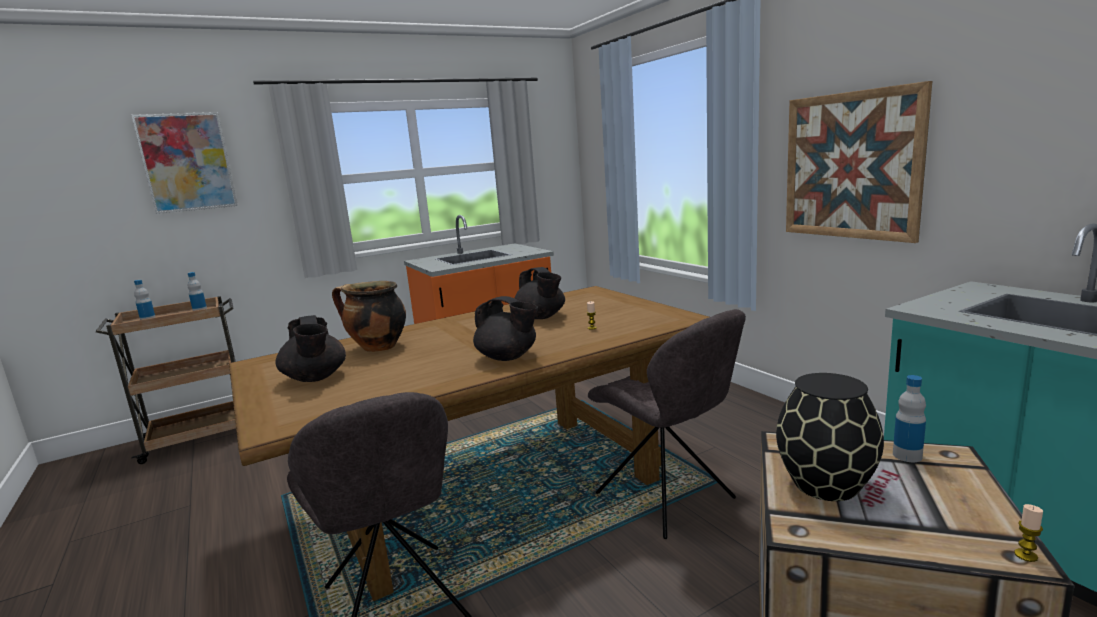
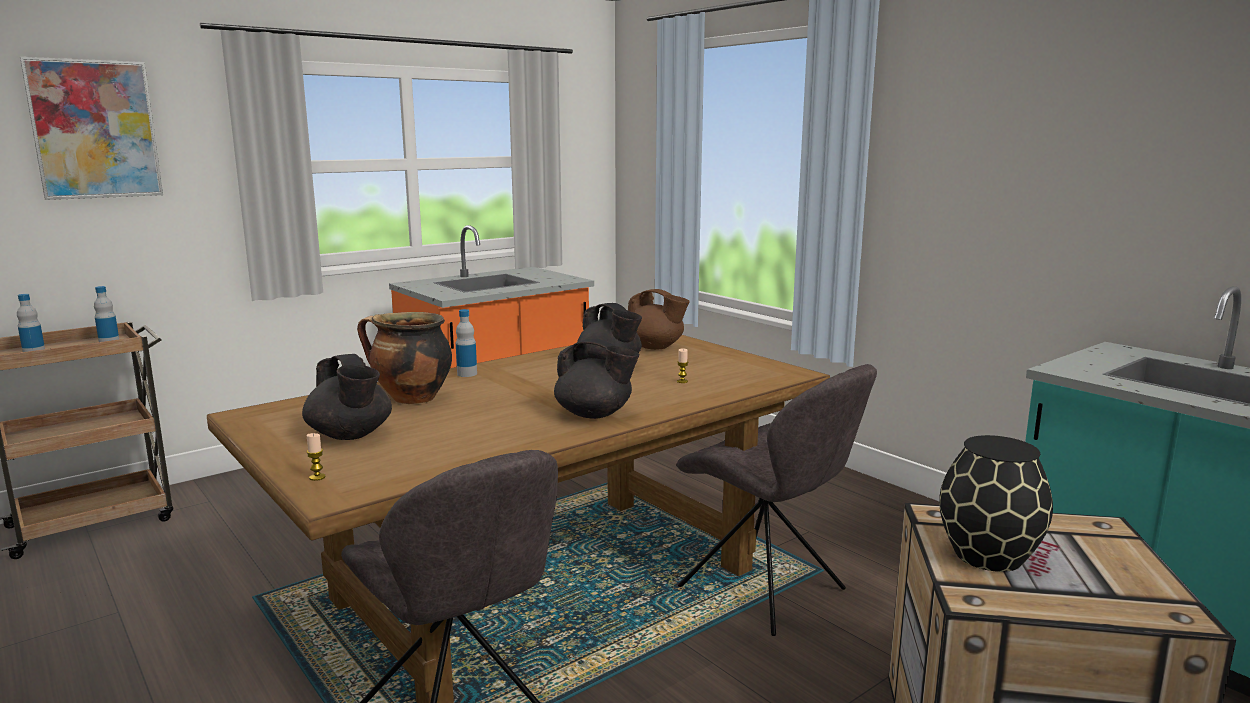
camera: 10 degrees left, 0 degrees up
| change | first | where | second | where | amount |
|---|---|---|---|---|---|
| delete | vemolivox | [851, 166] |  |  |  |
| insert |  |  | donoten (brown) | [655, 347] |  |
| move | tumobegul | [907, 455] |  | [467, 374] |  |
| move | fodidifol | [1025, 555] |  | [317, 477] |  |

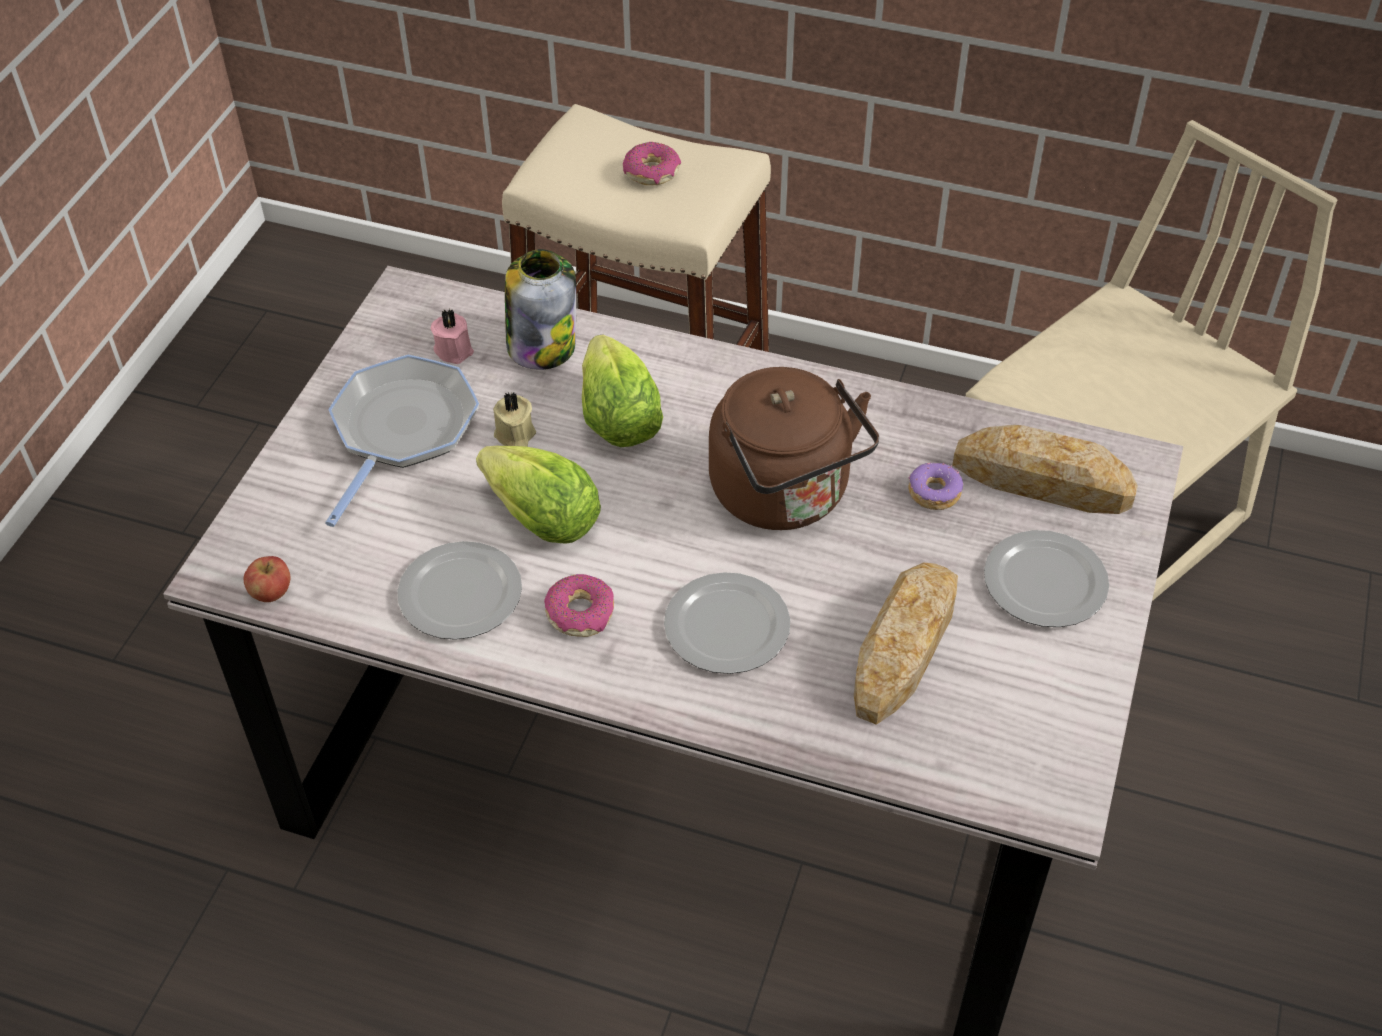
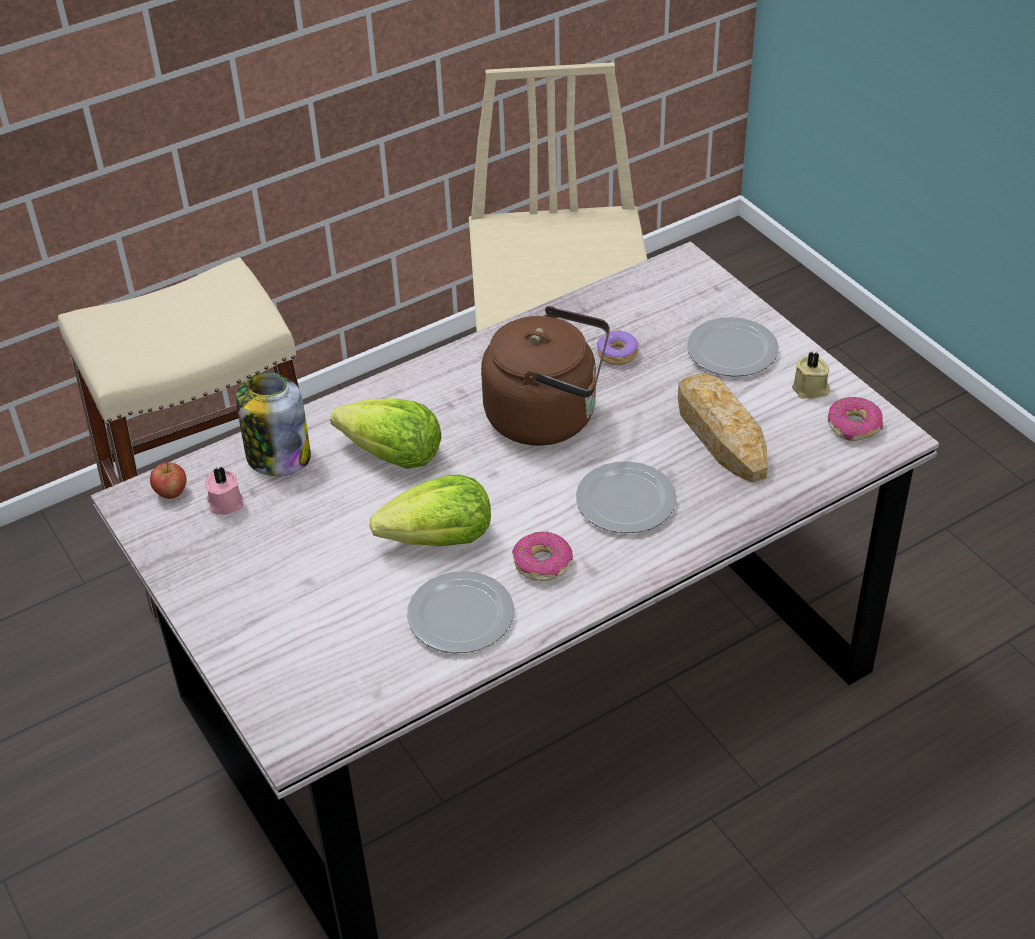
camera: 50 degrees left, 5 degrees down
| change | first | where | second | where | amount |
|---|---|---|---|---|---|
| delete | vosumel | [401, 430] |  |  |  |
| delete | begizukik | [1042, 480] |  |  |  |
| move | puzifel | [271, 593] |  | [171, 492] |  |
| move | fodidifol (beige) | [514, 436] |  | [811, 389] |  |
| move | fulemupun | [652, 172] |  | [854, 426] |  |

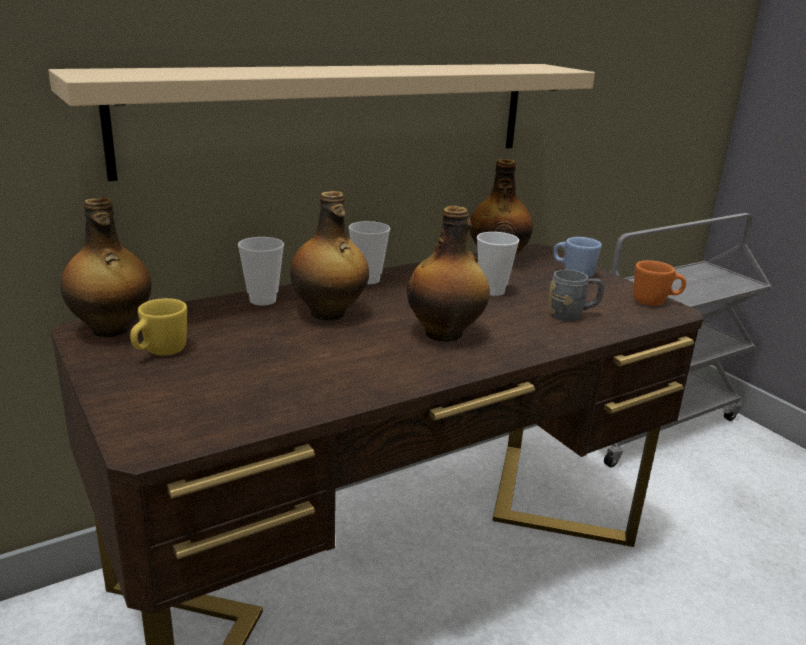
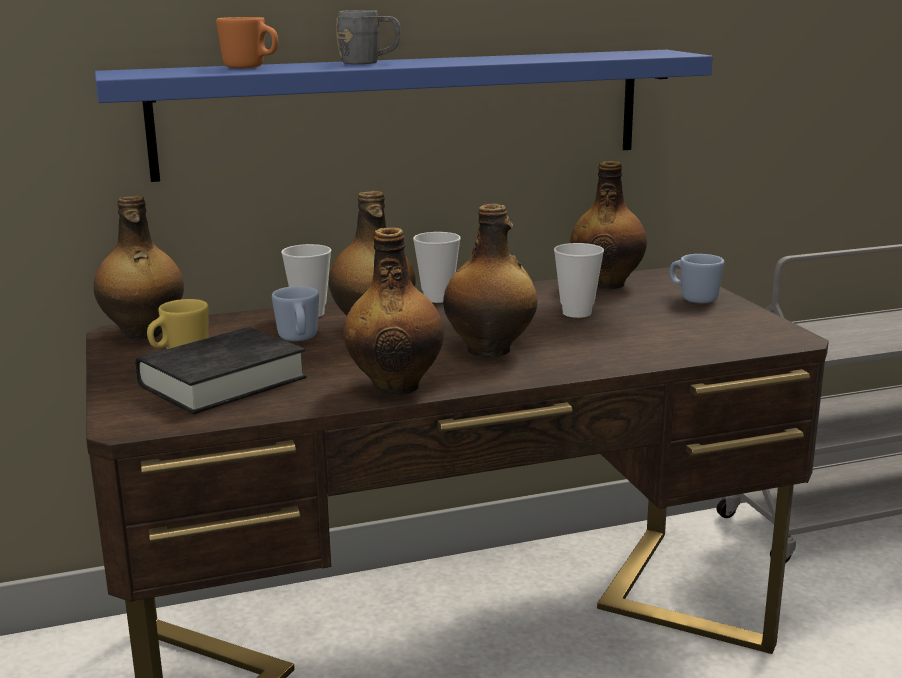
camera: 15 degrees right, 5 degrees down
| change | first | where | second | where | amount |
|---|---|---|---|---|---|
| insert |  |  | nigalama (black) | [222, 381] |  |
| insert |  |  | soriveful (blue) | [299, 339] |  |
| insert |  |  | tumobegul | [396, 386] |  |
| move | soriveful (grey) | [572, 315] |  | [369, 62] |  |
| move | soriveful (orange) | [655, 302] |  | [251, 67] |  |
| recolor | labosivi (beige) | [339, 114] | labosivi (blue) | [405, 112] |  |

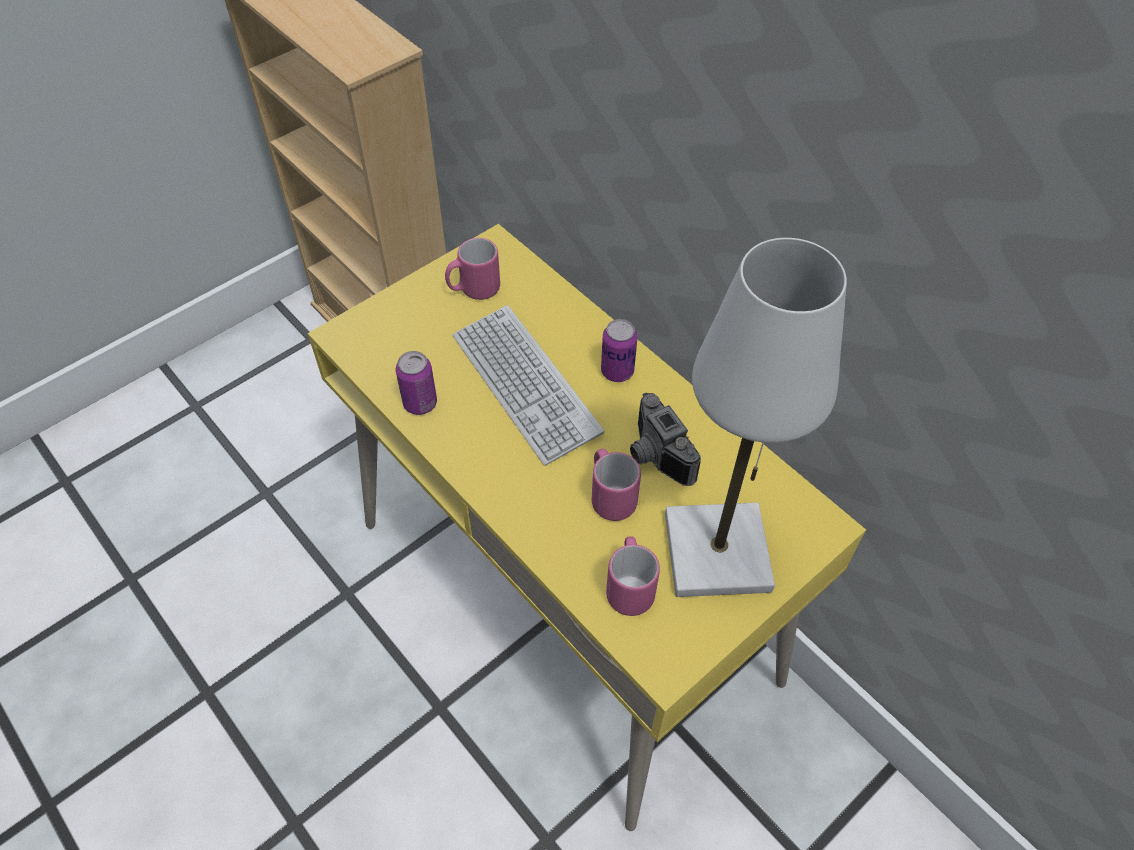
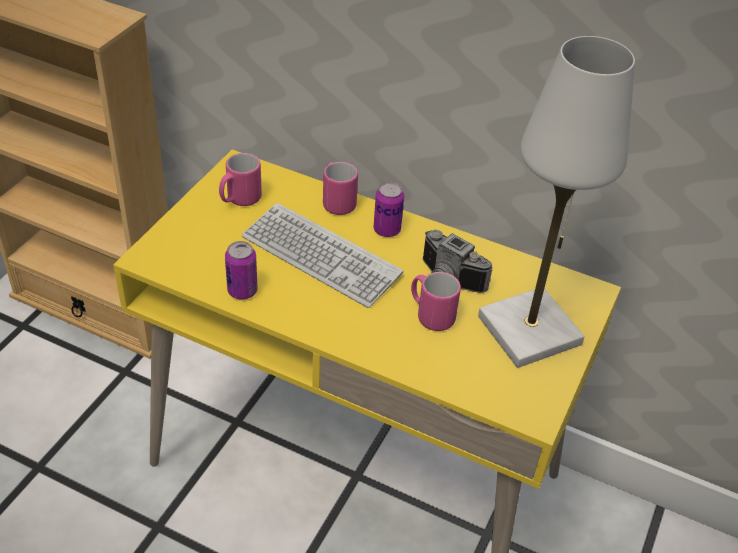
camera: 25 degrees left, 10 degrees down
| change | first | where | second | where | amount |
|---|---|---|---|---|---|
| move | soriveful (pink) | [629, 586] |  | [336, 202] |  |

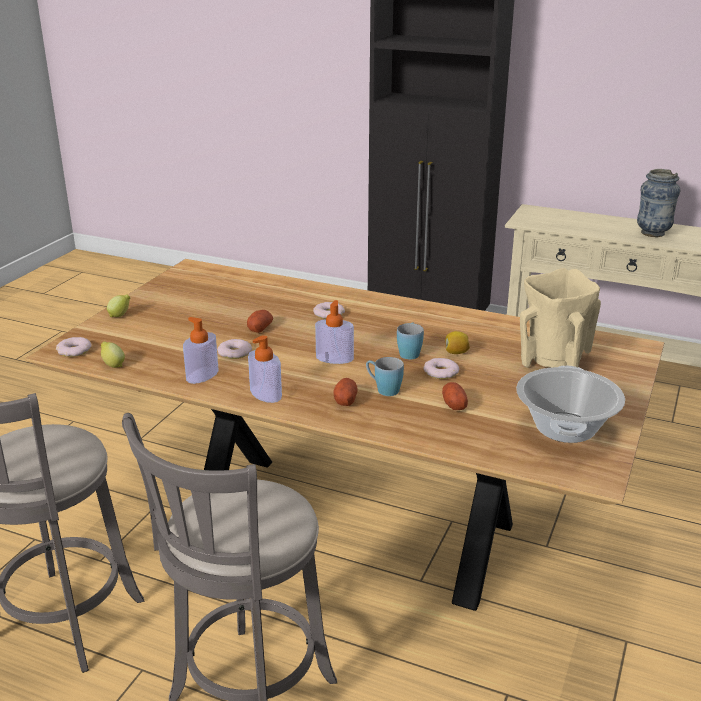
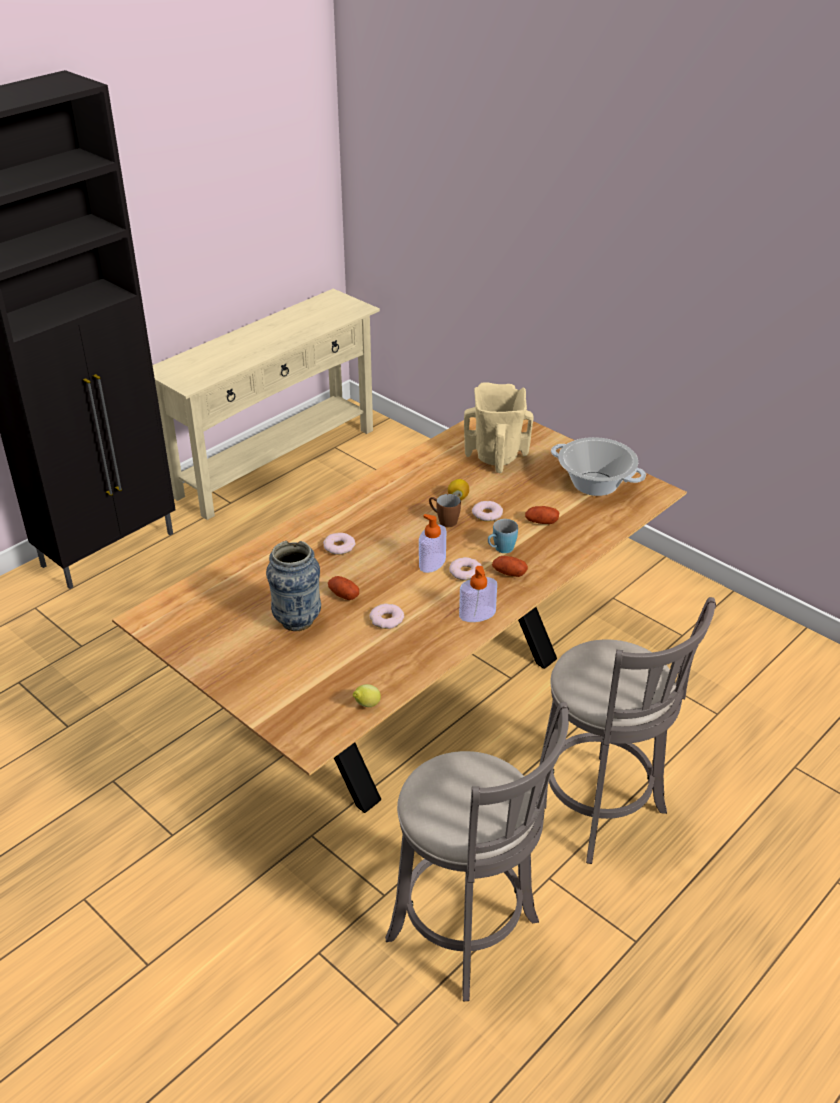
camera: 70 degrees left, 10 degrees up
| change | first | where | second | where | amount |
|---|---|---|---|---|---|
| delete | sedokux | [120, 315] |  |  |  |
| delete | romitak | [202, 375] |  |  |  |
| move | fulemupun | [74, 350] |  | [465, 572] |  |
| move | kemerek | [653, 233] |  | [297, 621] |  |
| recolor | soriveful (blue) | [409, 352] | soriveful (brown) | [443, 520] |  |

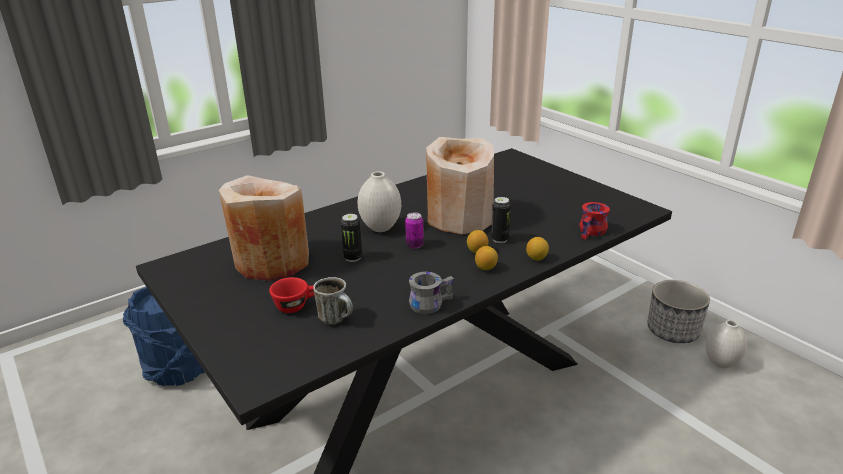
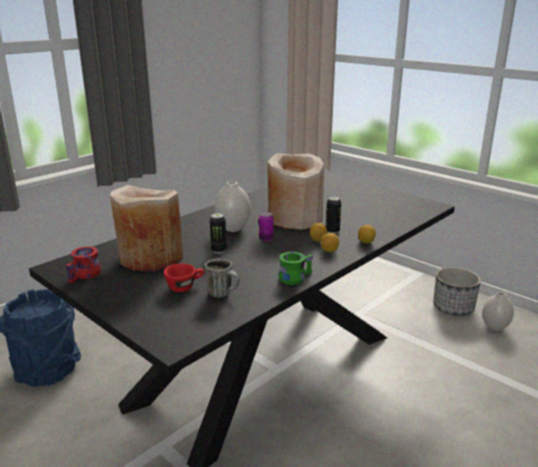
camera: 10 degrees left, 5 degrees down
| change | first | where | second | where | amount |
|---|---|---|---|---|---|
| move | soriveful (red) | [593, 232] |  | [86, 275] |  |
| recolor | soriveful (grey) | [429, 302] | soriveful (green) | [294, 277] |  |

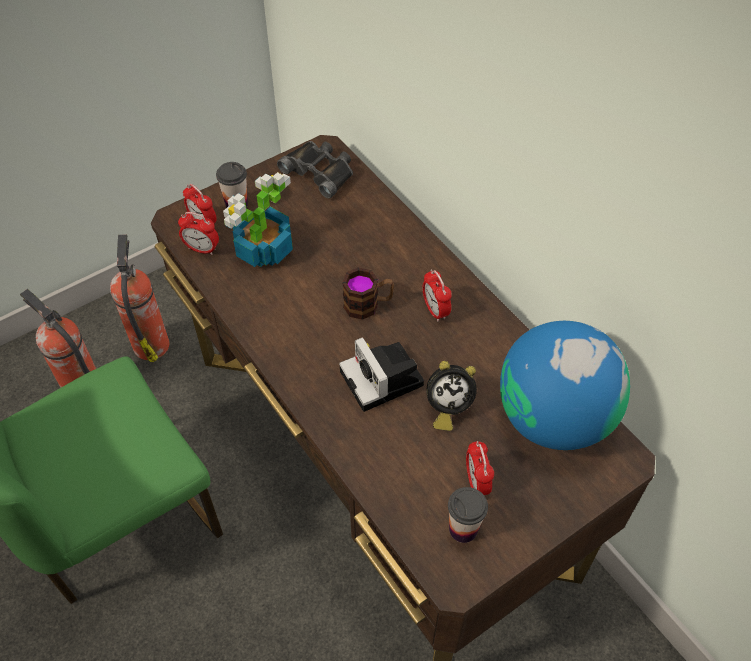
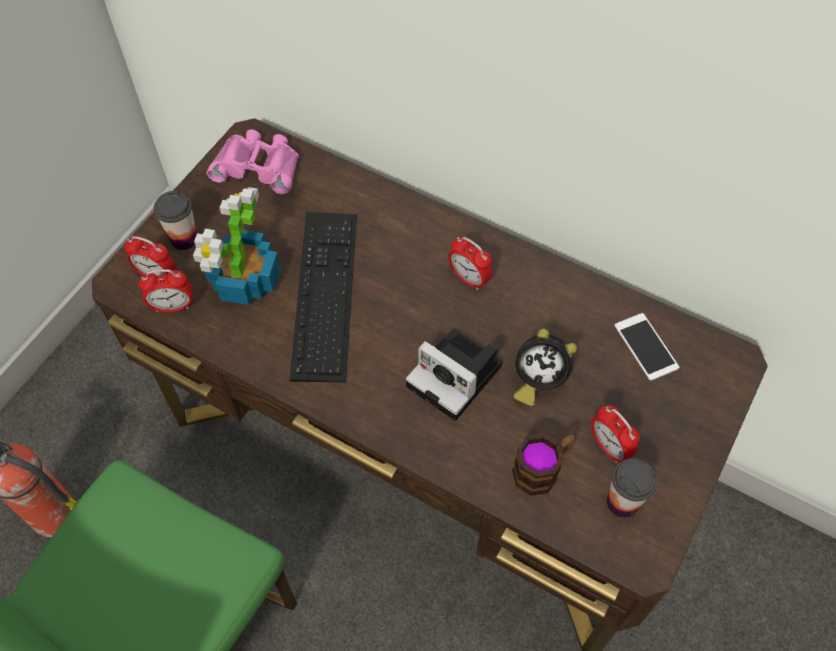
camera: 25 degrees left, 5 degrees up
| change | first | where | second | where | amount |
|---|---|---|---|---|---|
| delete | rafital | [151, 343] |  |  |  |
| insert |  |  | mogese | [325, 293] |  |
| move | soriveful | [368, 305] |  | [543, 469] |  |
| replace | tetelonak | [553, 417] | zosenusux | [646, 346] |  |
| recolor | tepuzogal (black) | [320, 171] | tepuzogal (pink) | [258, 166] |  |
| rotate | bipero | [447, 407] |  | [537, 380] | 45 degrees clockwise |

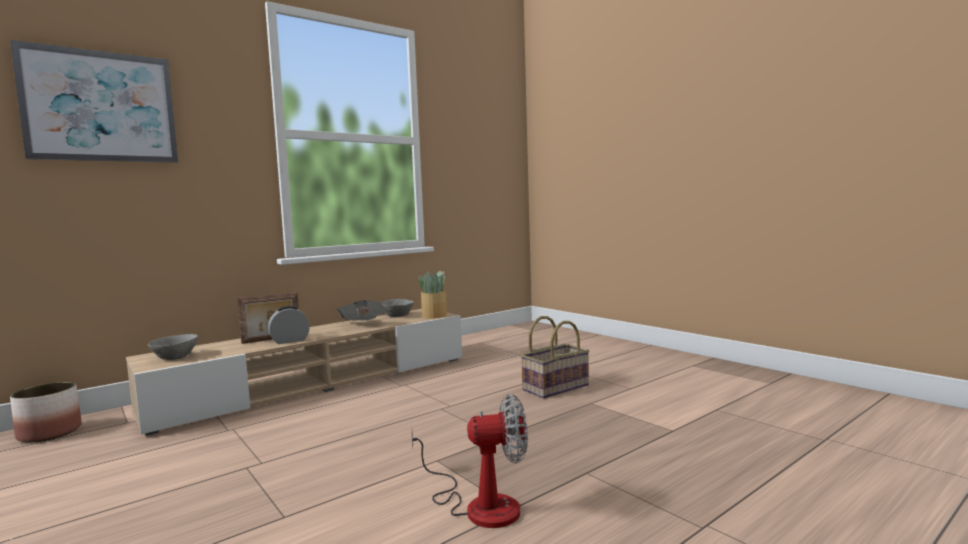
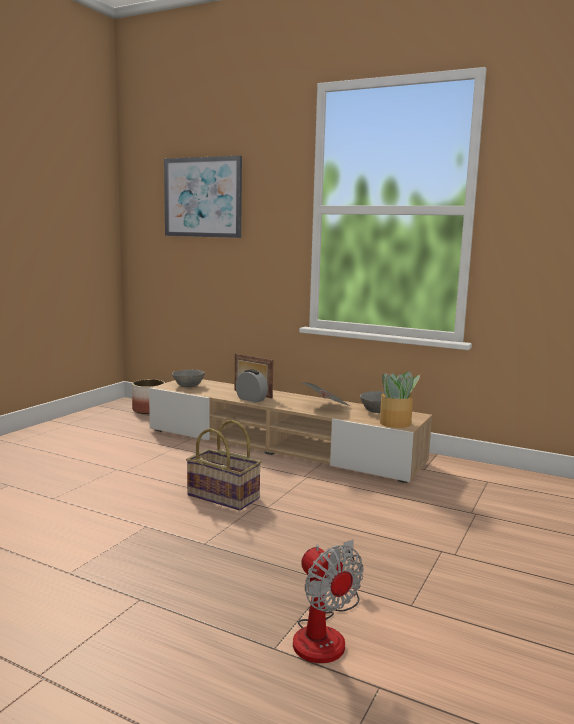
camera: 65 degrees right, 5 degrees up
| change | first | where | second | where | amount |
|---|---|---|---|---|---|
| move | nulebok | [479, 504] |  | [325, 633] |  |
| move | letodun | [555, 387] |  | [224, 496] |  |

